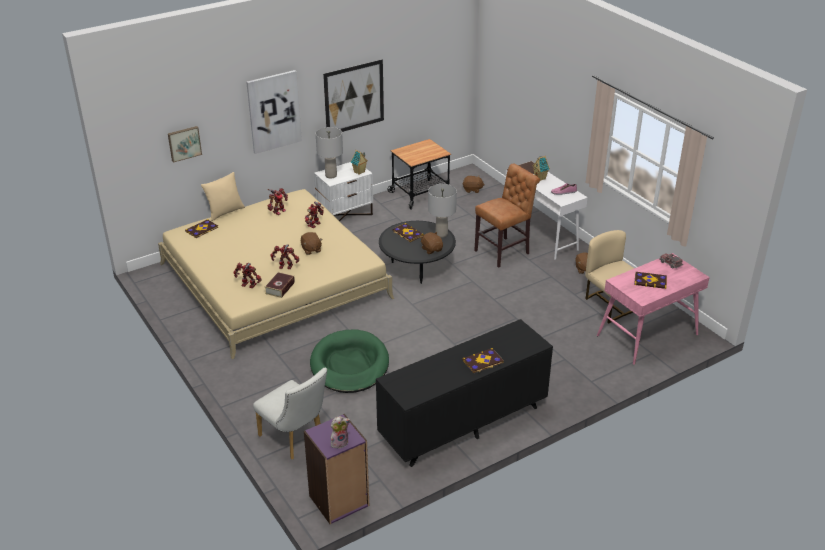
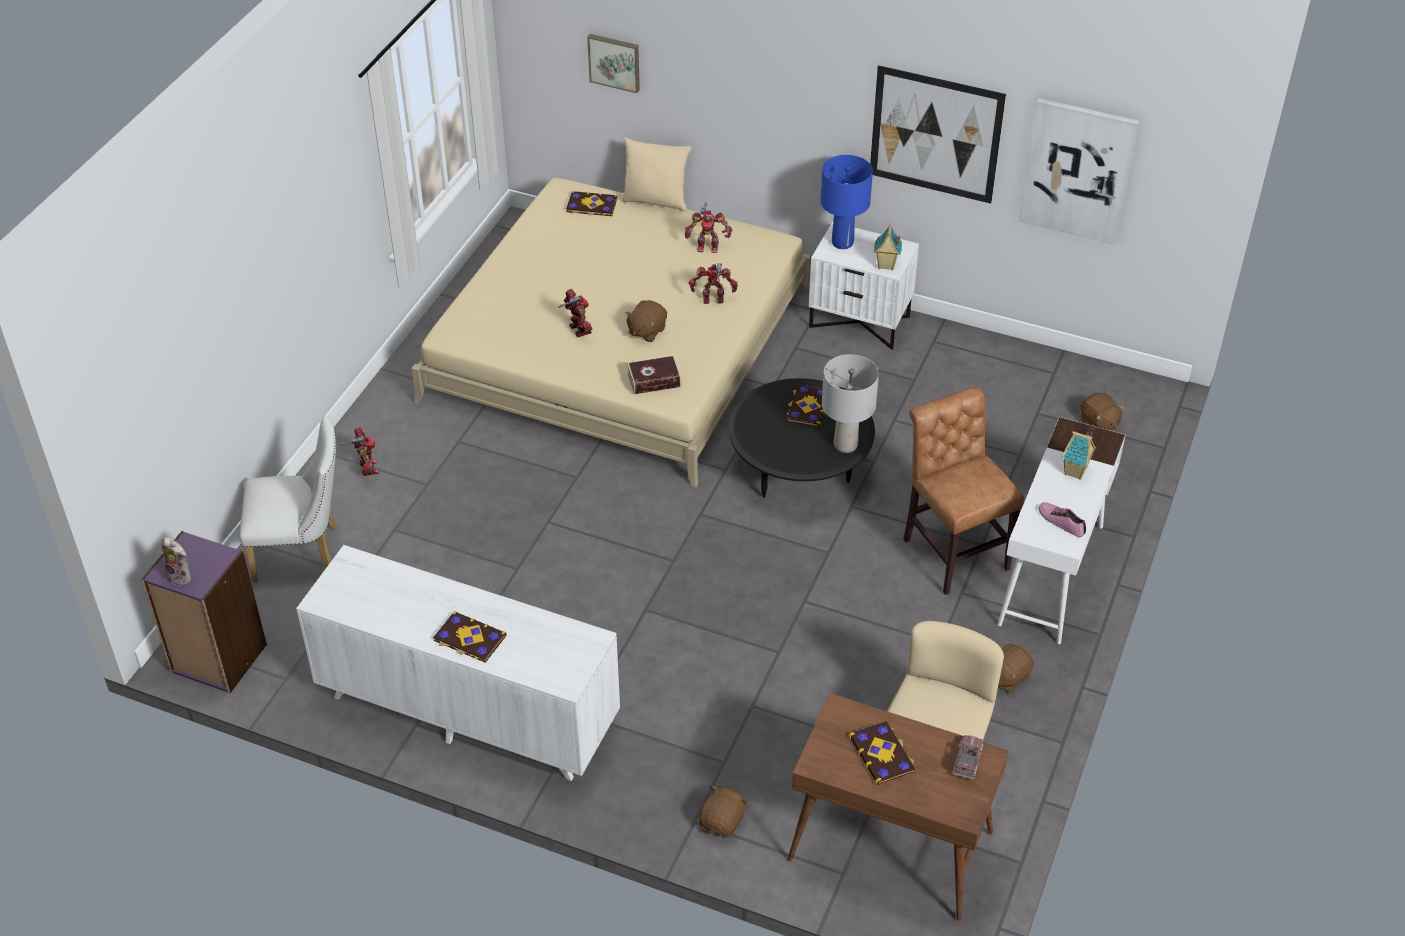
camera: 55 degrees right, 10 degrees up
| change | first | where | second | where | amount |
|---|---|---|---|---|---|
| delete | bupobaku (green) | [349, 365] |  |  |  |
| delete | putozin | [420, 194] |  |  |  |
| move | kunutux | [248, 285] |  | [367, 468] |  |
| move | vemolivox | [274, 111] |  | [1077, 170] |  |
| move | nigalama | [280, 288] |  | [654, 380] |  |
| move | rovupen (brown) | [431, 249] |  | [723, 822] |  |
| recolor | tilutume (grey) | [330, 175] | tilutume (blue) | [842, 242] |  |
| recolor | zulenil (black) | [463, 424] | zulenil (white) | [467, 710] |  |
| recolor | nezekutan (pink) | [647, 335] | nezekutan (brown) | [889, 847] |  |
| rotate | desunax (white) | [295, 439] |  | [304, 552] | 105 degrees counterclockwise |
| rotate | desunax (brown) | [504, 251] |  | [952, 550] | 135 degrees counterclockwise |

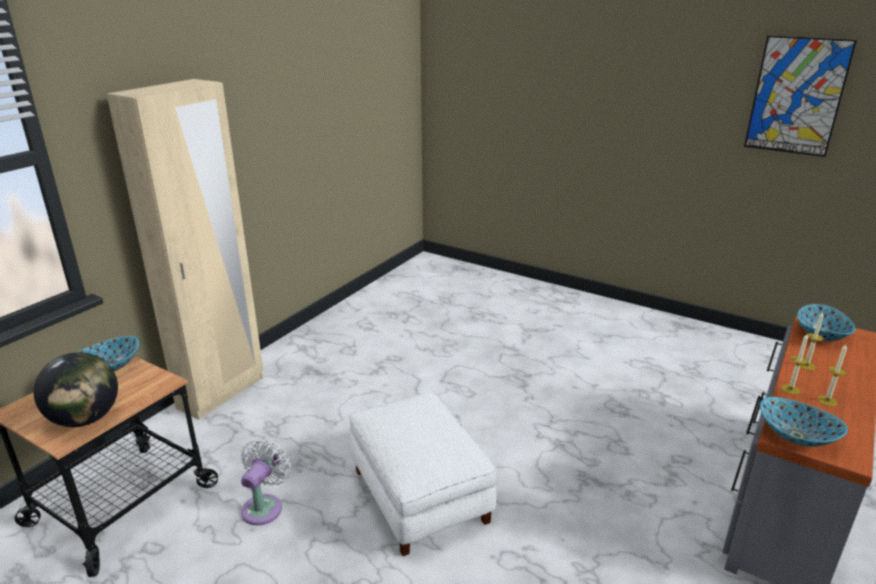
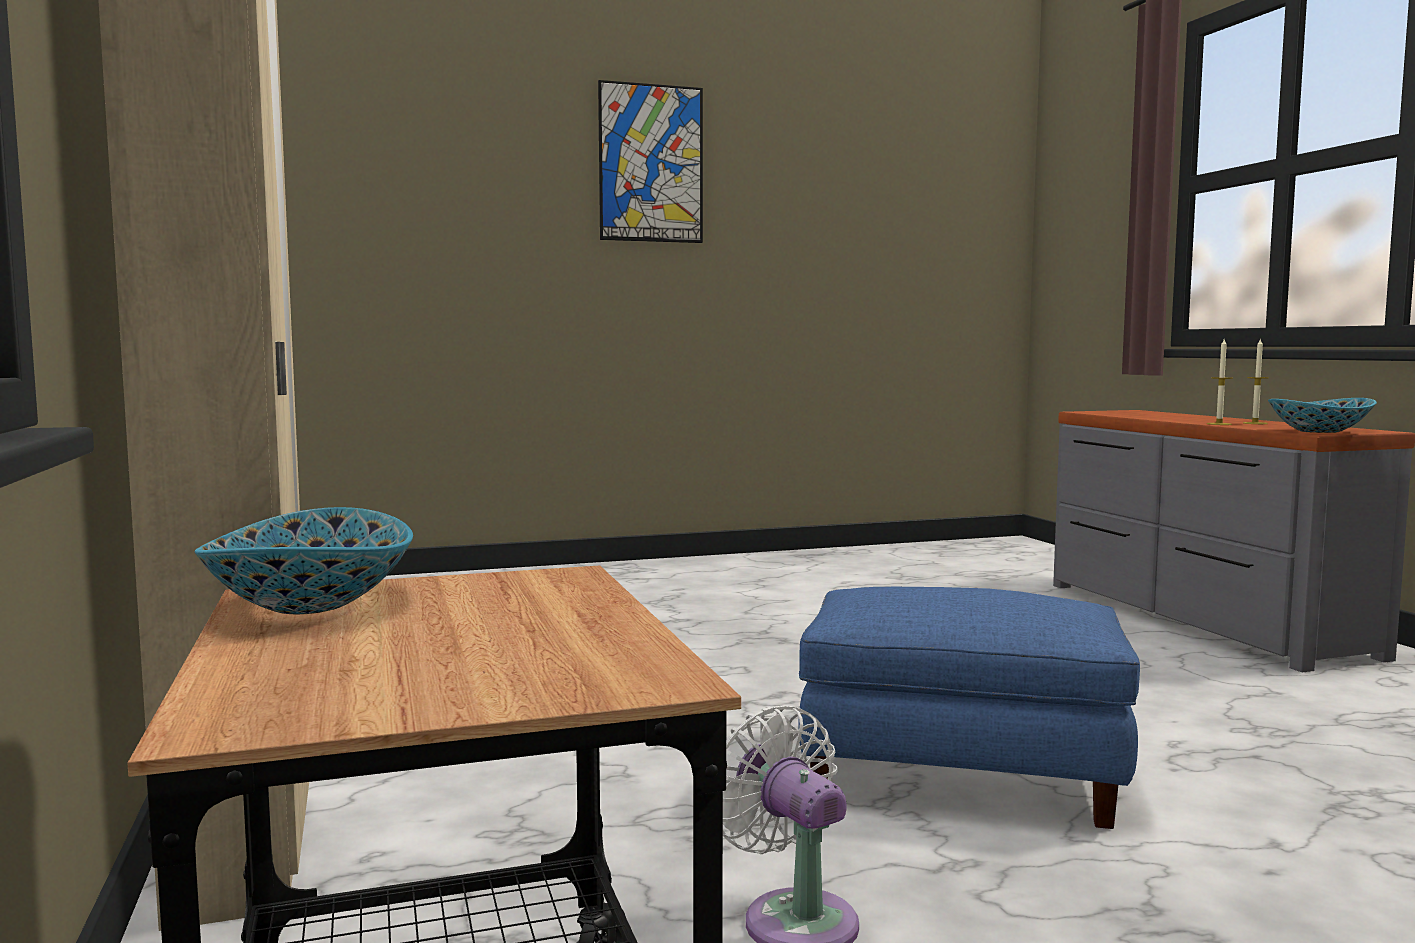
camera: 50 degrees left, 20 degrees down
| change | first | where | second | where | amount |
|---|---|---|---|---|---|
| delete | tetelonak | [85, 419] |  |  |  |
| delete | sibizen | [820, 335] |  |  |  |
| delete | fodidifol | [806, 365] |  |  |  |
| move | vemolivox | [796, 96] |  | [651, 163] |  |
| recolor | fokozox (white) | [418, 496] | fokozox (blue) | [958, 772] |  |

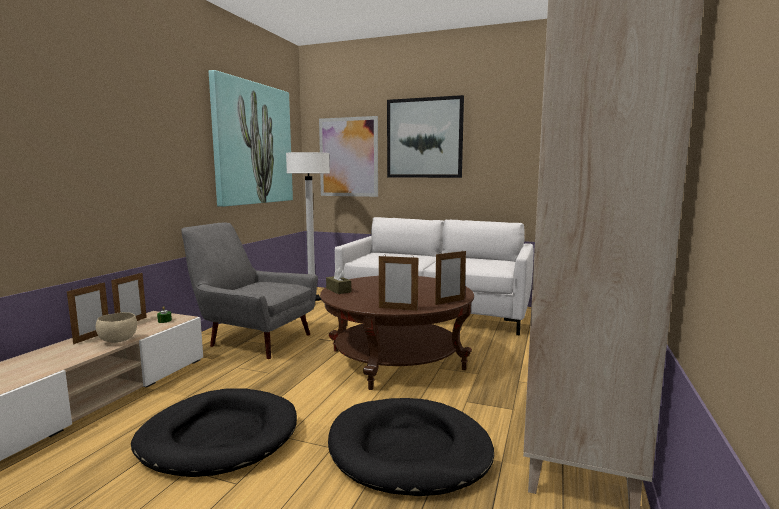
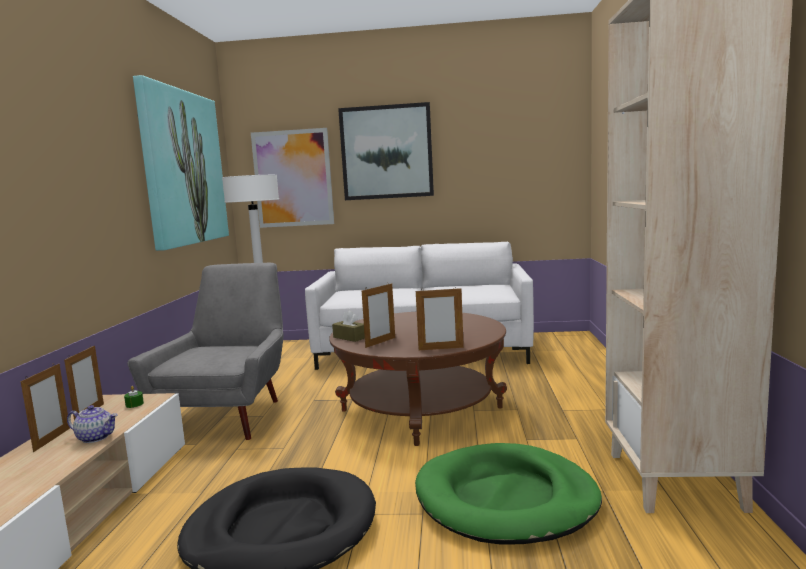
camera: 15 degrees left, 0 degrees up
| change | first | where | second | where | amount |
|---|---|---|---|---|---|
| move | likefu | [450, 302] |  | [380, 342] |  |
| replace | sibizen (beige) | [118, 340] | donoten | [96, 437] |  |
| recolor | bupobaku (black) | [409, 450] | bupobaku (green) | [506, 499] |  |
| rotate | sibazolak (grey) | [252, 339] |  | [230, 413] | 90 degrees clockwise |

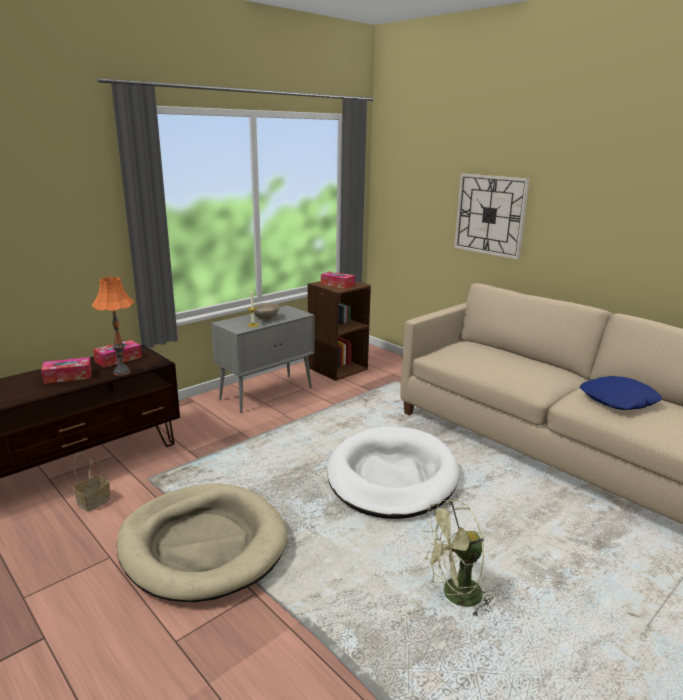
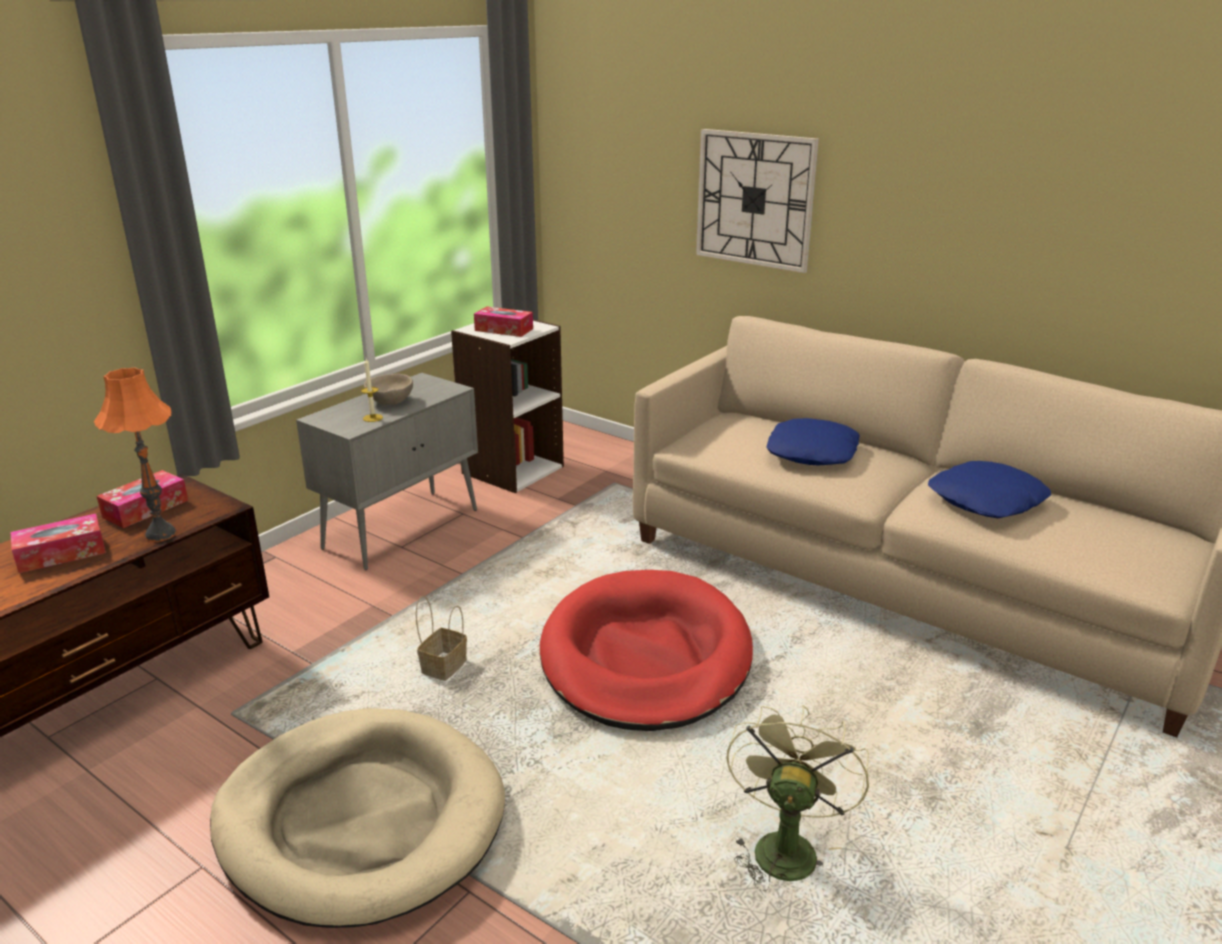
camera: 10 degrees left, 5 degrees up
| change | first | where | second | where | amount |
|---|---|---|---|---|---|
| insert |  |  | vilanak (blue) | [811, 452] |  |
| move | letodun | [94, 501] |  | [444, 666] |  |
| recolor | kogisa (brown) | [337, 368] | kogisa (white) | [512, 469] |  |
| recolor | bupobaku (white) | [392, 477] | bupobaku (red) | [646, 656] |  |
| rotate | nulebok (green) | [455, 596] |  | [784, 845] | 135 degrees clockwise |

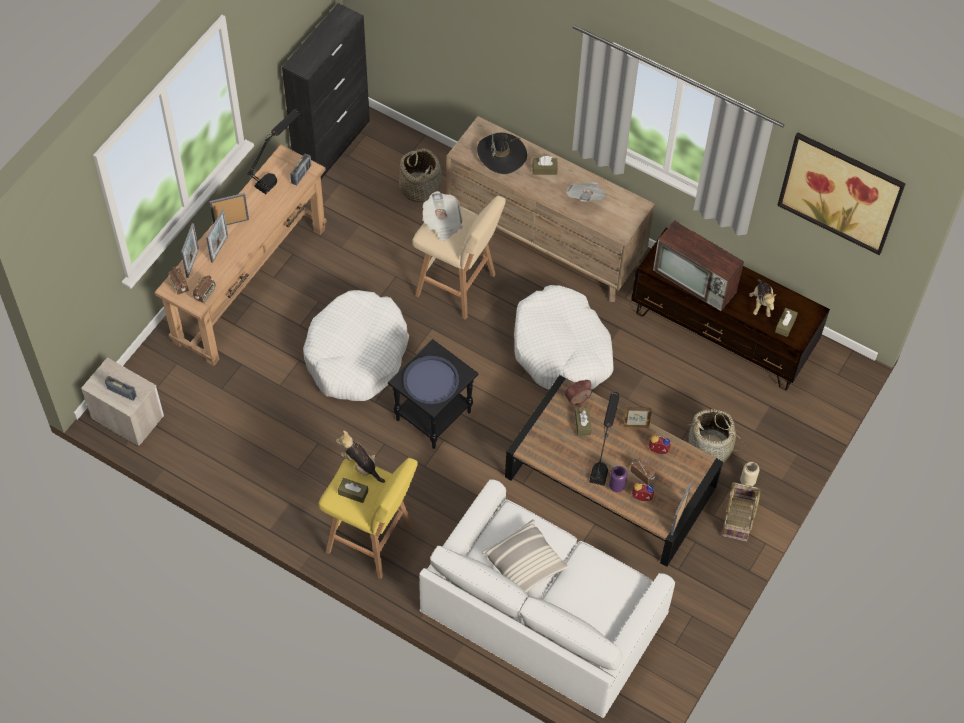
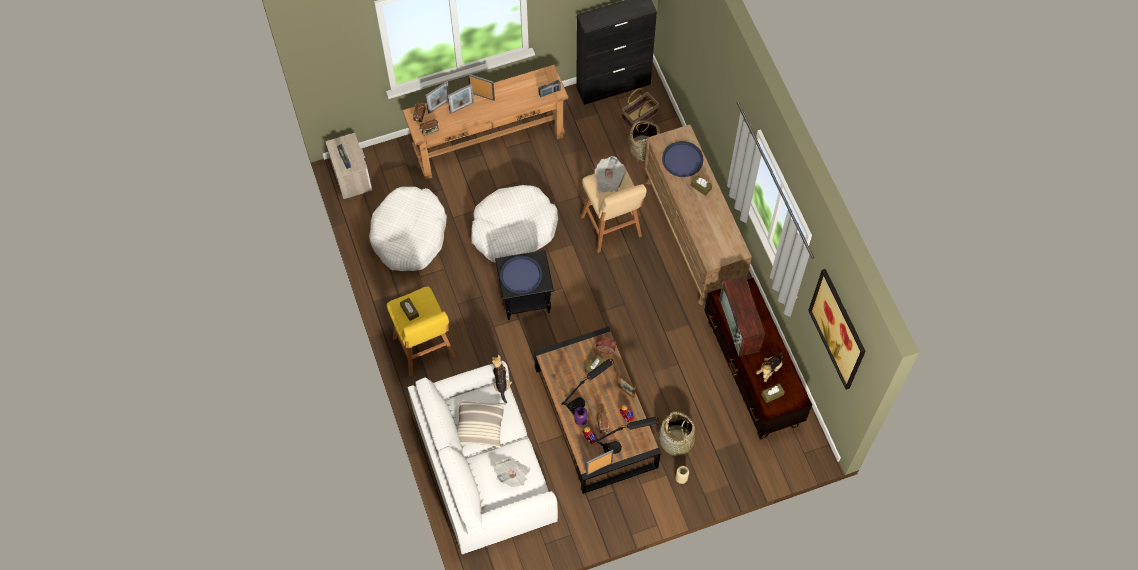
camera: 40 degrees right, 5 degrees up
| change | first | where | second | where | amount |
|---|---|---|---|---|---|
| move | tilutume (black) | [277, 174] |  | [624, 445] |  |
| move | rovupen | [361, 465] |  | [501, 383] |  |
| move | bupobaku (white) | [562, 350] |  | [409, 235] |  |
| move | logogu | [586, 198] |  | [513, 475] |  |
| move | letodun | [738, 519] |  | [639, 117] |  |
| replace | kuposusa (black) | [502, 154] | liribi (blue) | [682, 159] |  |

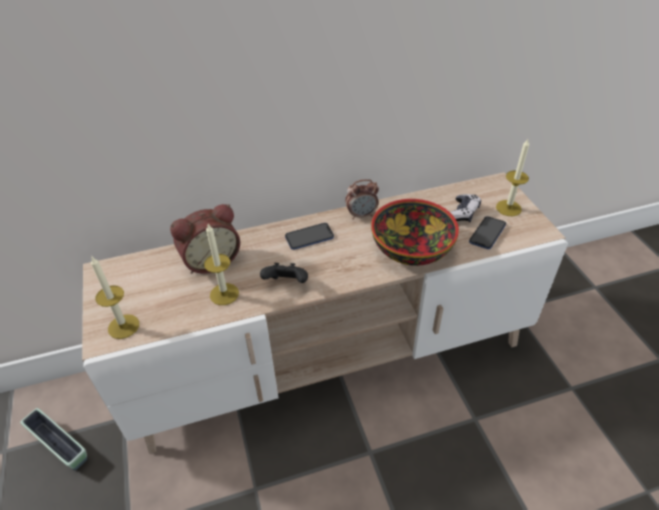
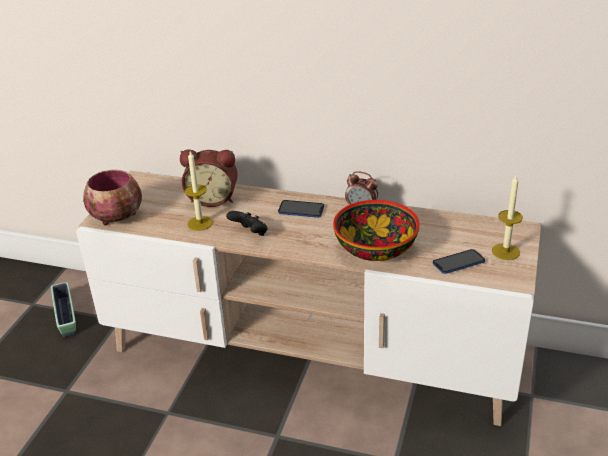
camera: 35 degrees right, 10 degrees down
| change | first | where | second | where | amount |
|---|---|---|---|---|---|
| delete | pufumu | [462, 213] |  |  |  |
| replace | fodidifol | [123, 326] | sibizen | [118, 217] |  |

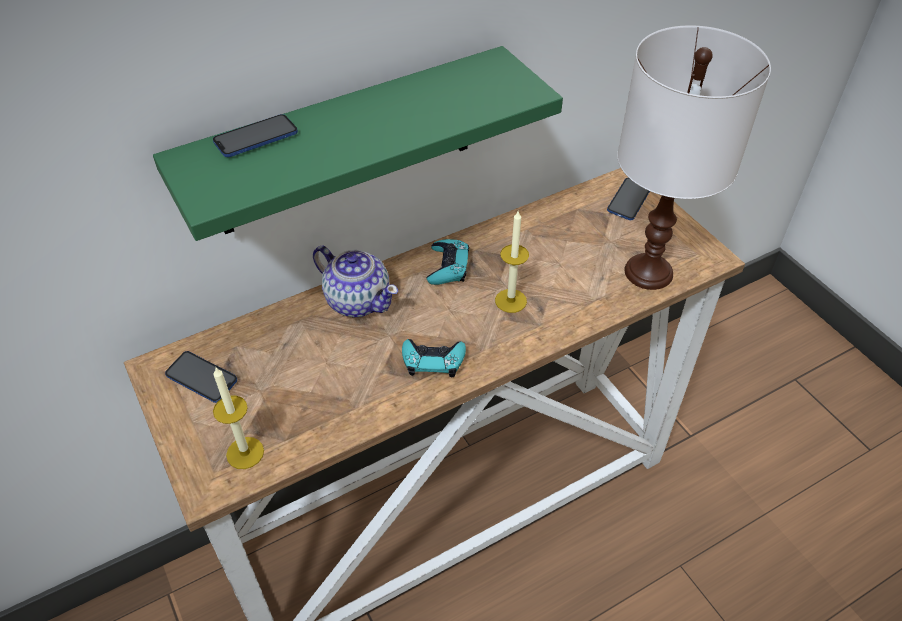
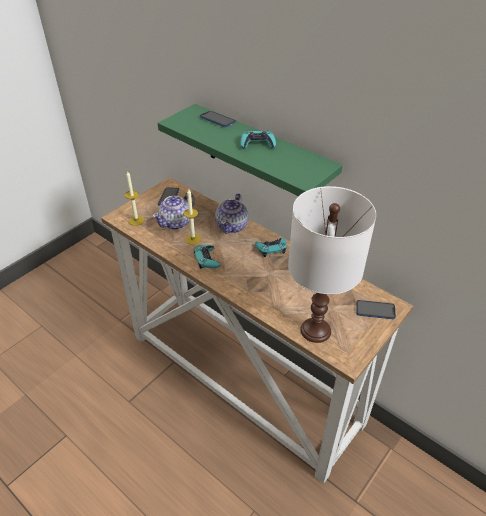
camera: 70 degrees right, 5 degrees down
| change | first | where | second | where | amount |
|---|---|---|---|---|---|
| insert |  |  | donoten | [176, 222] |  |
| insert |  |  | pufumu (turquoise) | [257, 144] |  |
| move | fodidifol | [510, 301] |  | [193, 239] |  |

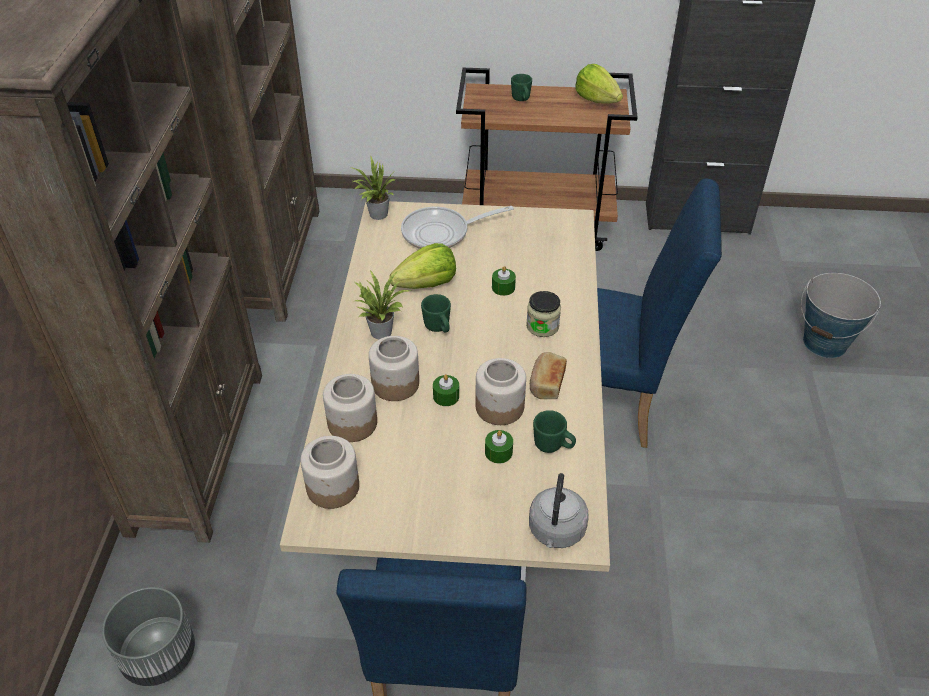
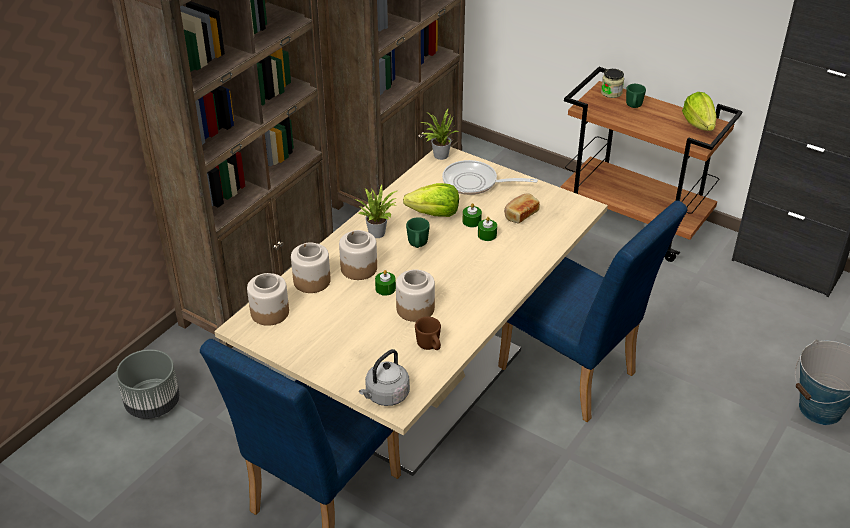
camera: 30 degrees right, 5 degrees down
| change | first | where | second | where | amount |
|---|---|---|---|---|---|
| move | fodidifol (green) | [498, 452] |  | [471, 221] |  |
| move | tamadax | [542, 326] |  | [611, 93] |  |
| move | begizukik | [546, 383] |  | [520, 214] |  |
| recolor | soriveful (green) | [553, 446] | soriveful (brown) | [430, 346] |  |

